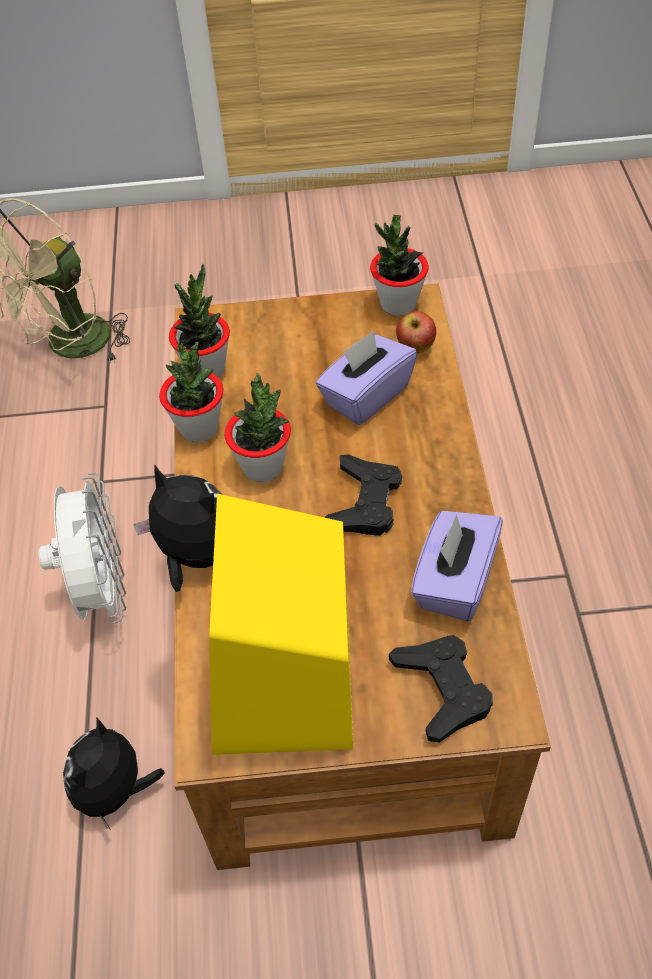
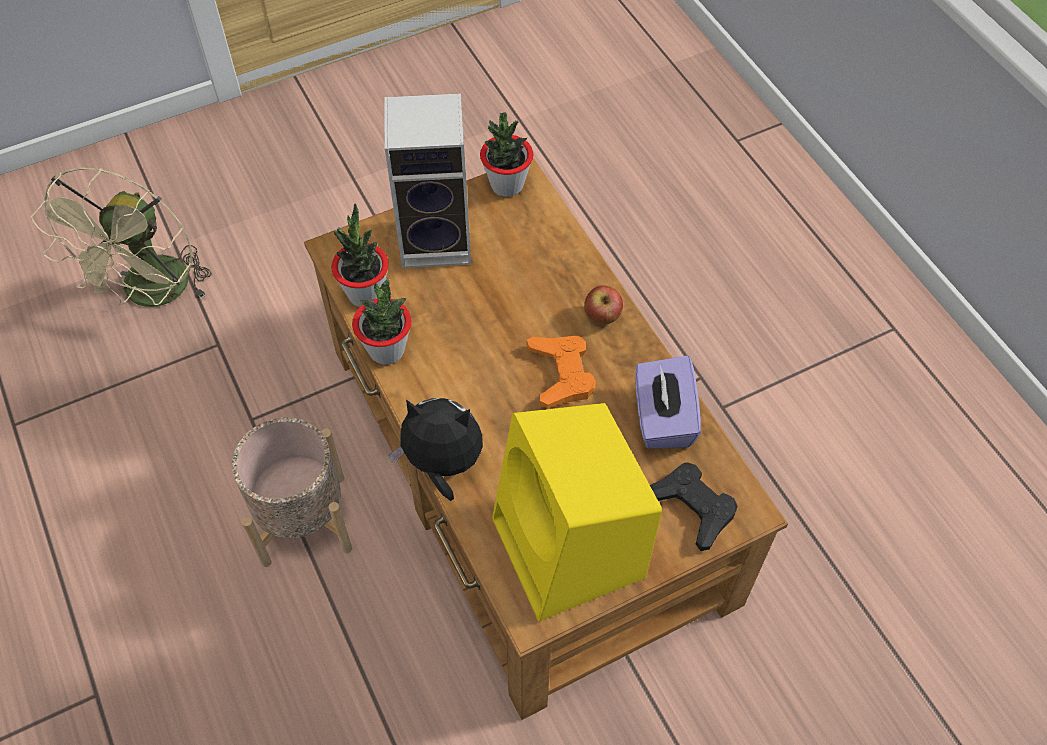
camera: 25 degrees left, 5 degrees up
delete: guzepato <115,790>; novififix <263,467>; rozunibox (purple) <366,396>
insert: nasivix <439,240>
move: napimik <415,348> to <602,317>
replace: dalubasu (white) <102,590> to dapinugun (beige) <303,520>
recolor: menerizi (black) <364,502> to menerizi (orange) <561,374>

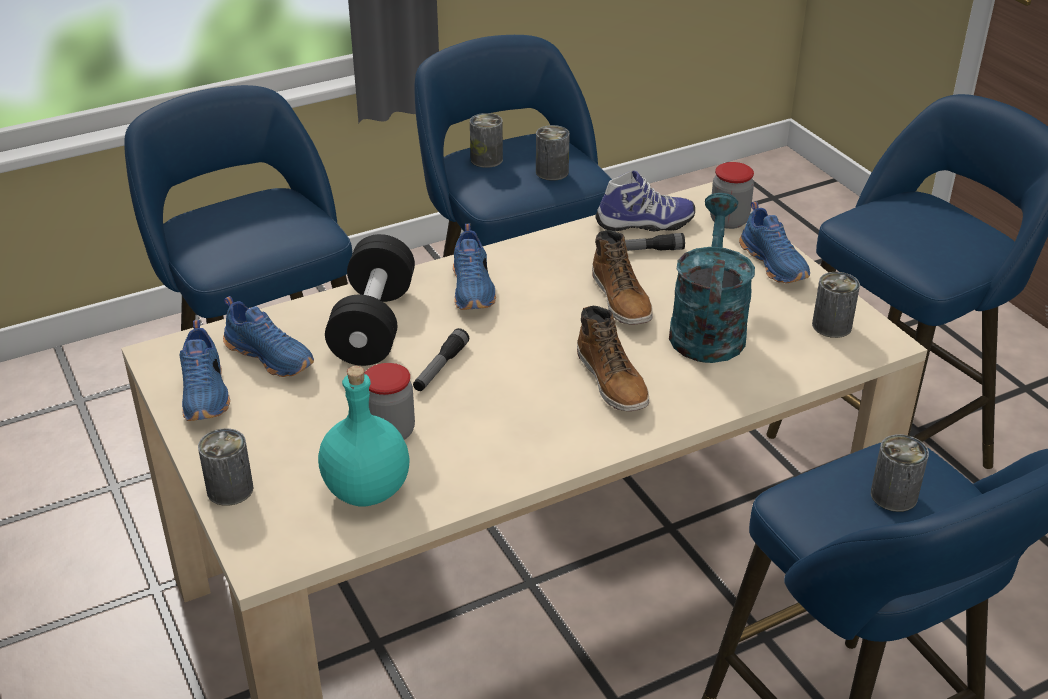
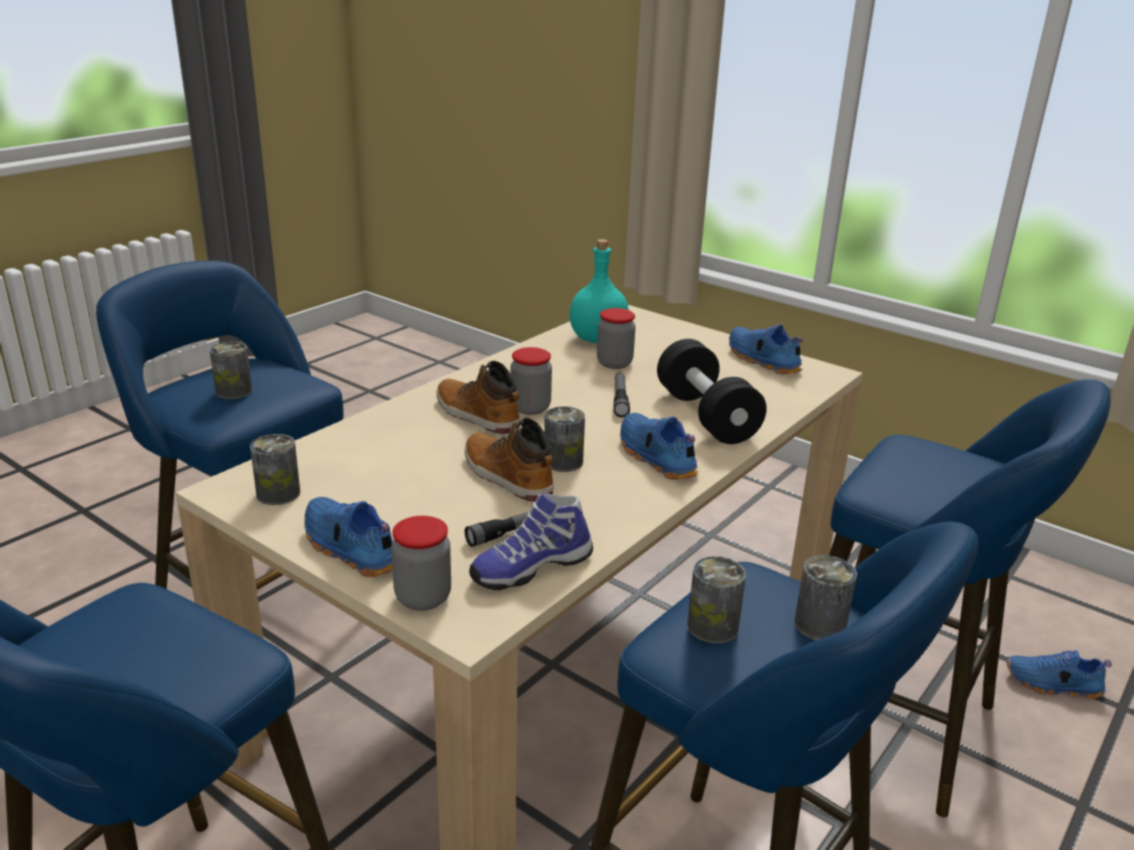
camera: 155 degrees right, 10 degrees down
delete: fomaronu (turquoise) <707,327>
insert: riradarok <530,408>
move: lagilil <230,489> to <563,462>; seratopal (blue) <271,356> to <1053,685>

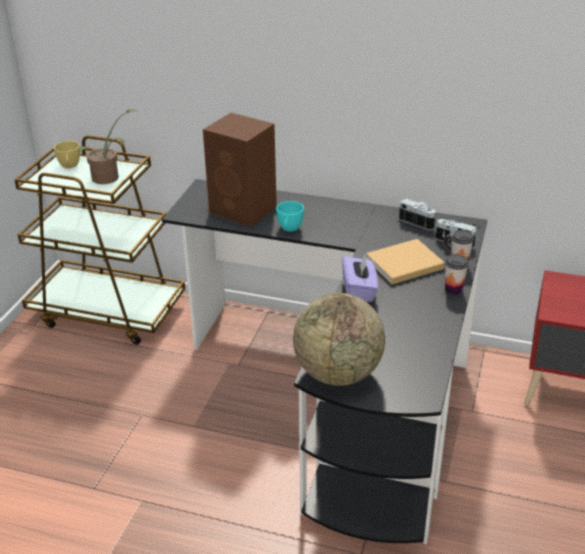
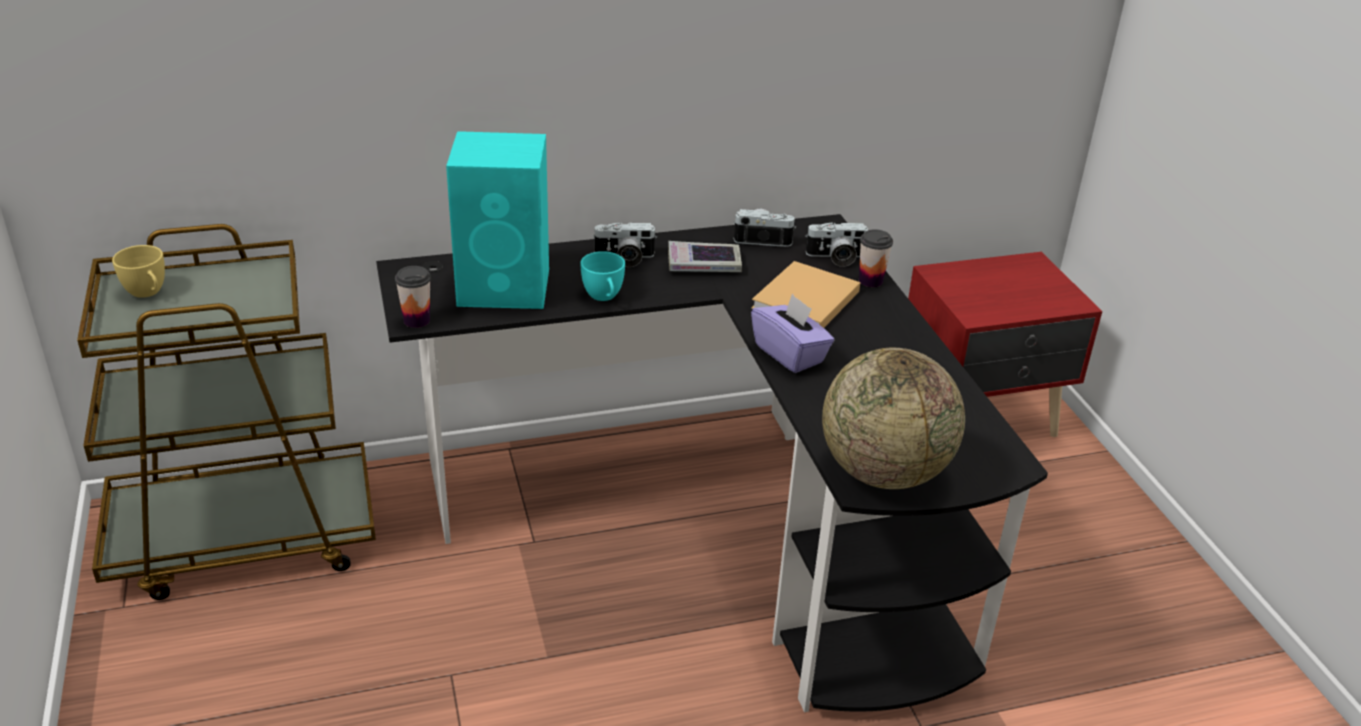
camera: 35 degrees left, 0 degrees up
delete: novififix <109,177>
insert: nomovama <624,258>; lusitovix <704,264>
move: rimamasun <453,290> to <416,320>
recolor: nasivix (brown) <244,210> to nasivix (turquoise) <506,287>

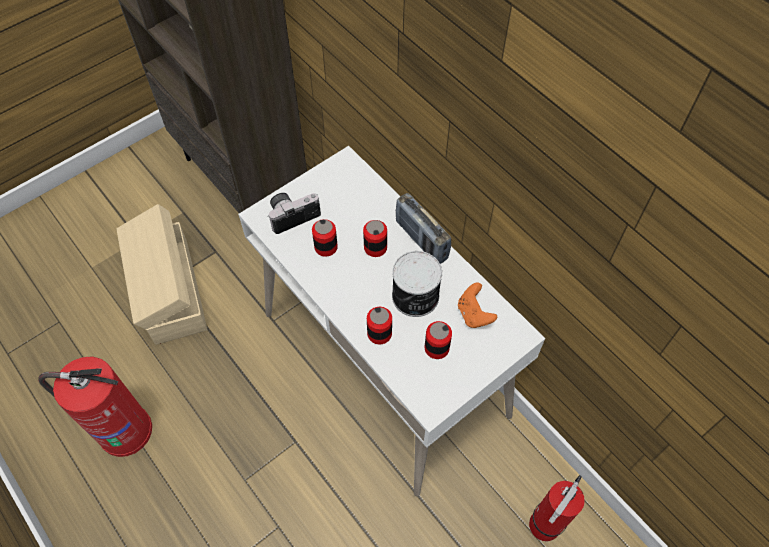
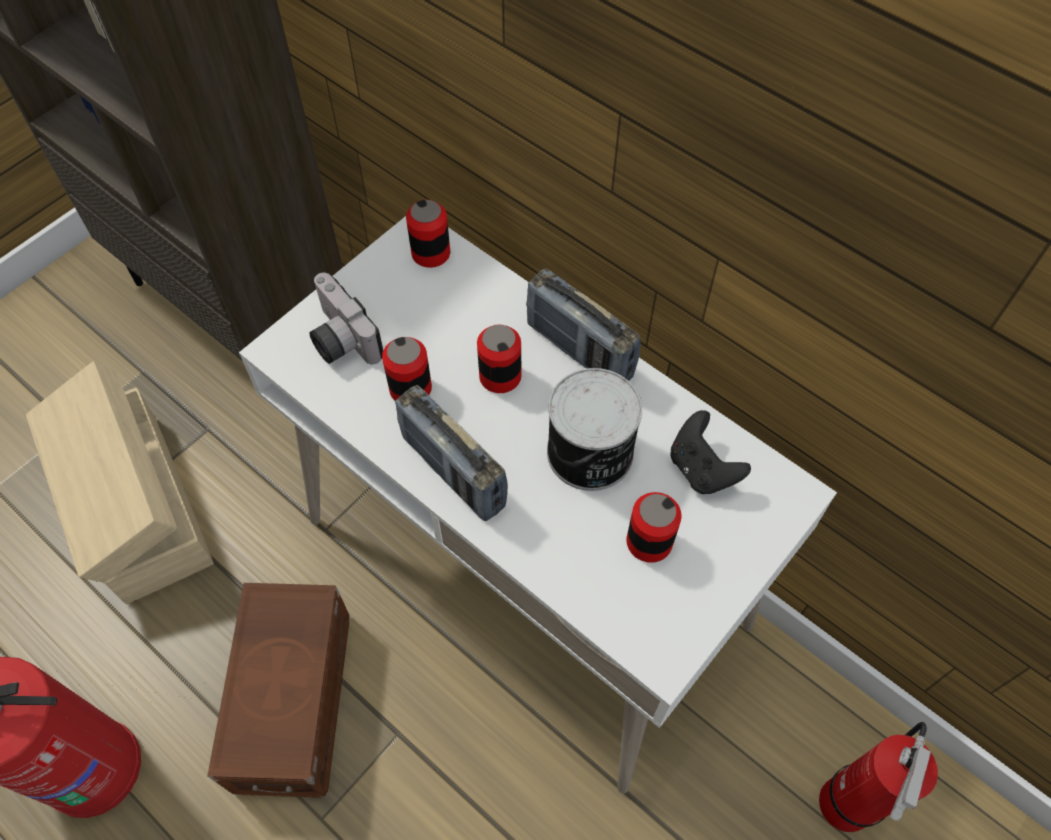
camera: 10 degrees left, 0 degrees up
insert: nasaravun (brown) <297,698>; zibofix <453,472>
move: lagilil <379,333> to <431,253>
recolor: menerizi (orange) <474,314> to menerizi (black) <701,468>
rotate: nomovama <292,214> = <339,339> 90 degrees counterclockwise

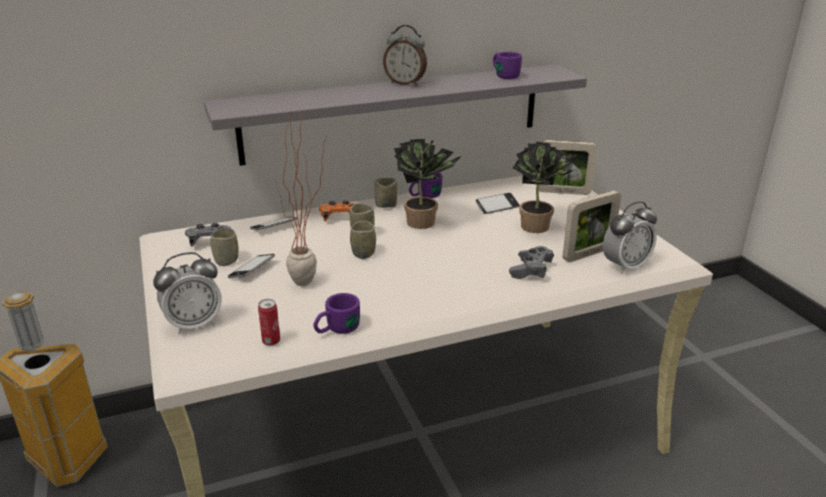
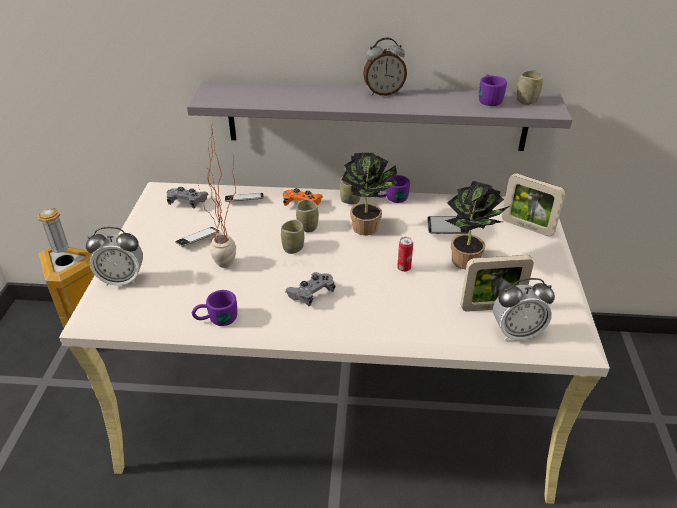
camera: 25 degrees right, 10 degrees up
move: rimamasun <226,260> to <526,100>; lagilil <271,341> to <404,268>; menerizi (grey) <531,270> to <311,294>
rotate: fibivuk <405,83> = <383,93> 60 degrees counterclockwise

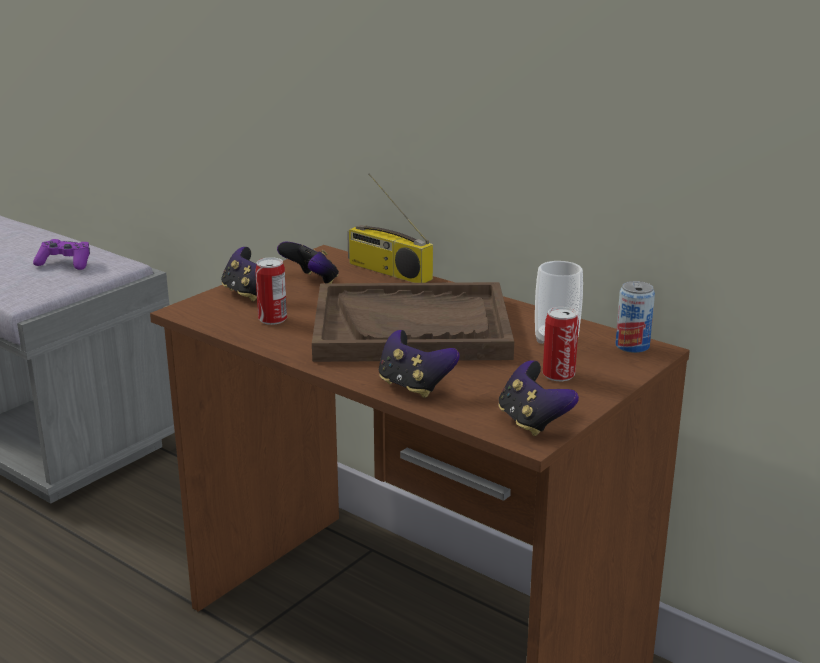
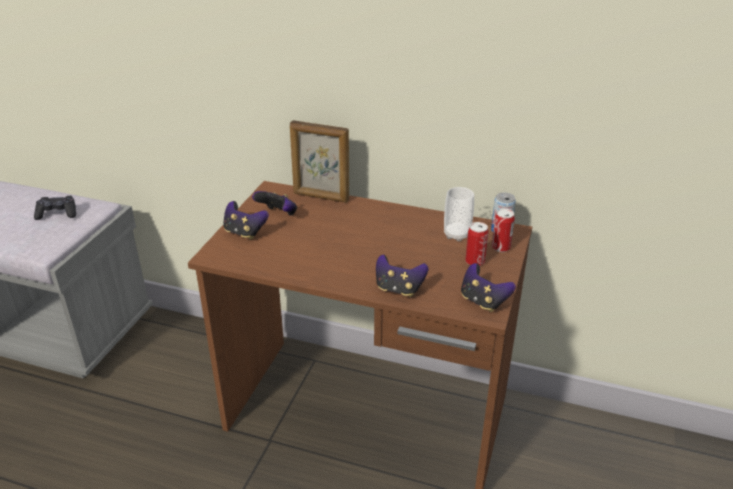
camera: 20 degrees left, 10 degrees up
delete: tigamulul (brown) <412,328>
move: lagilil <272,319> to <500,247>
replace: zibofix <387,271> to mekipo <321,197>
recolor: menerizi (purple) <65,263> to menerizi (black) <57,213>

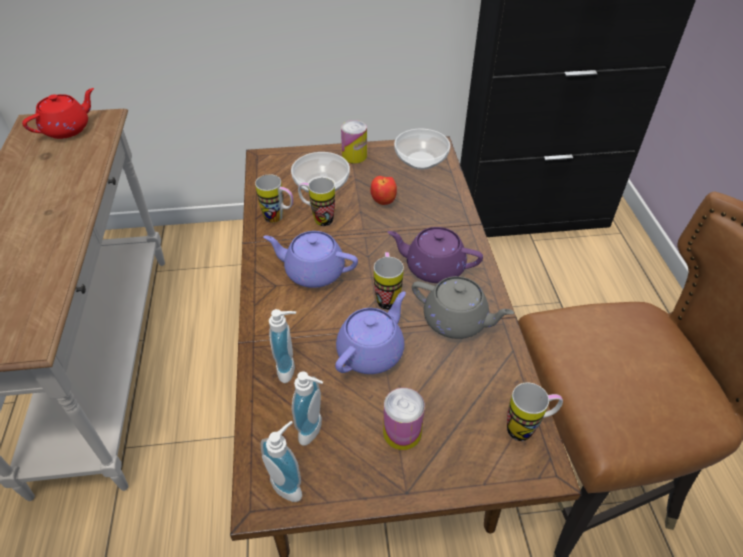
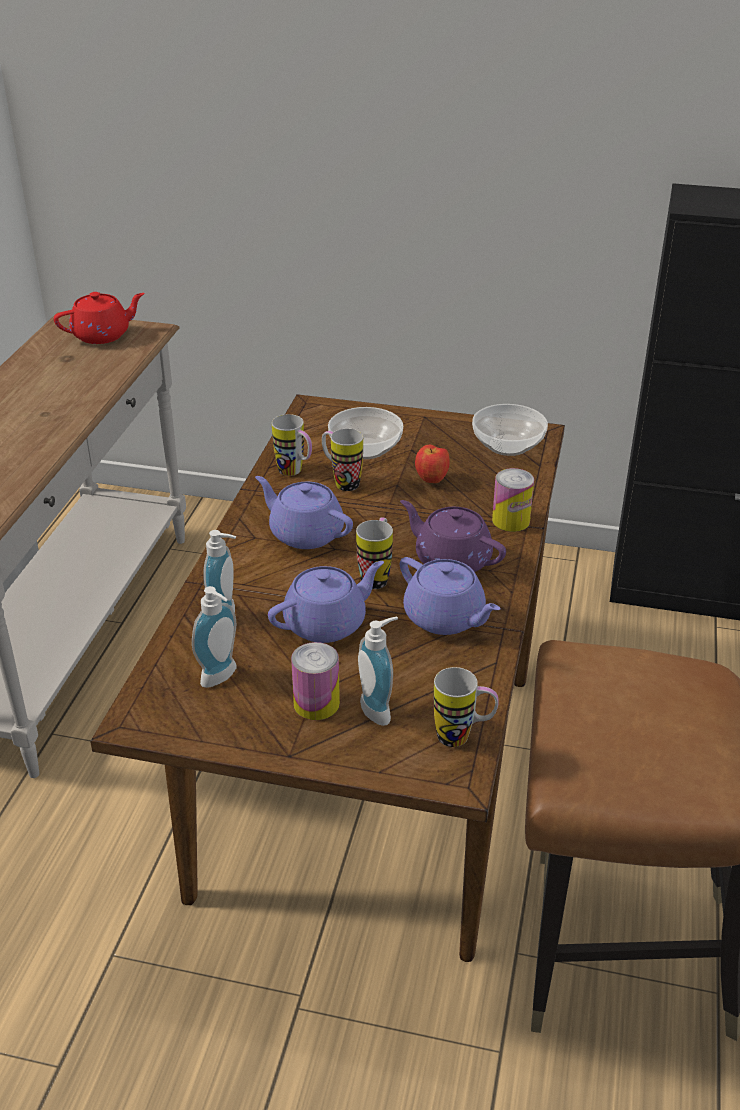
camera: 20 degrees right, 10 degrees down
move: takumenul <289,483> to <380,709>; lagilil <354,156> to <511,520>
recolor: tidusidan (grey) <456,321> to tidusidan (purple) <445,618>

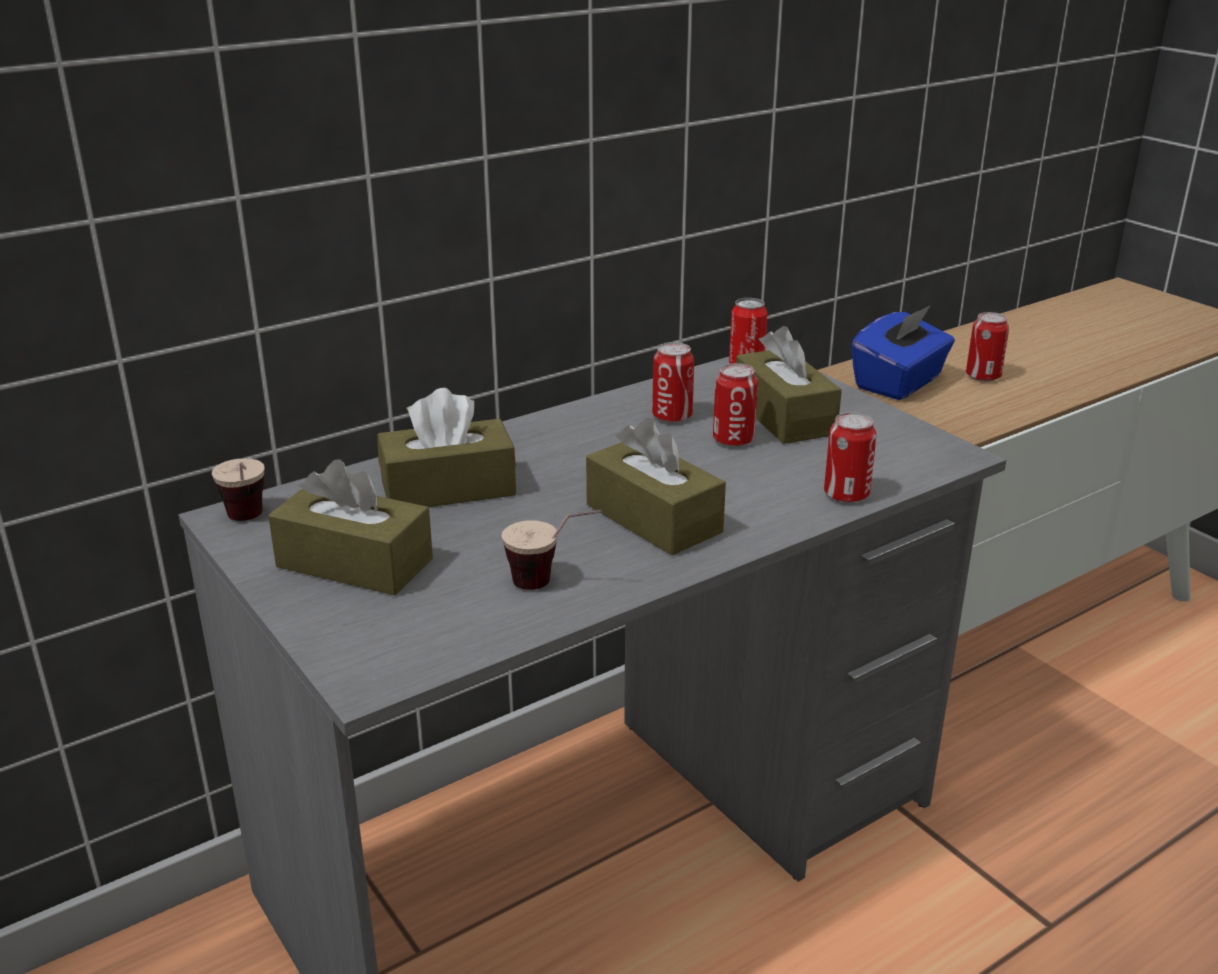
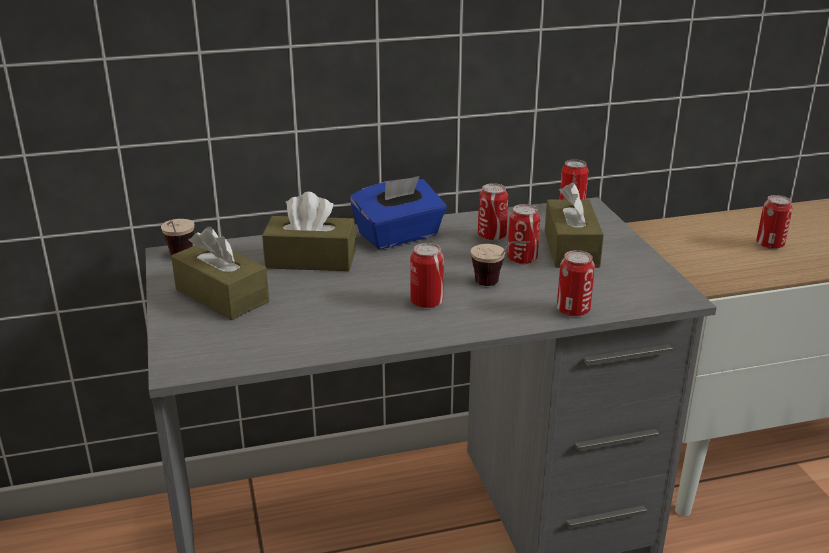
camera: 20 degrees right, 0 degrees up
move: rimamasun <553,584> to <498,285>; rozunibox (blue) <899,383> to <399,236>
replace: rozunibox (brown) <653,518> to lagilil <426,302>

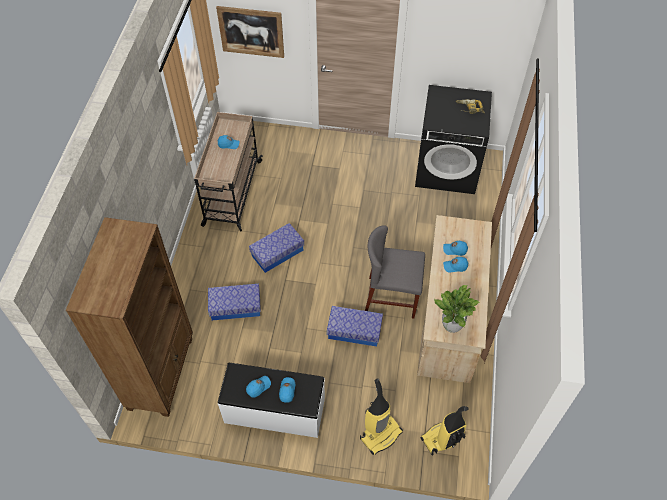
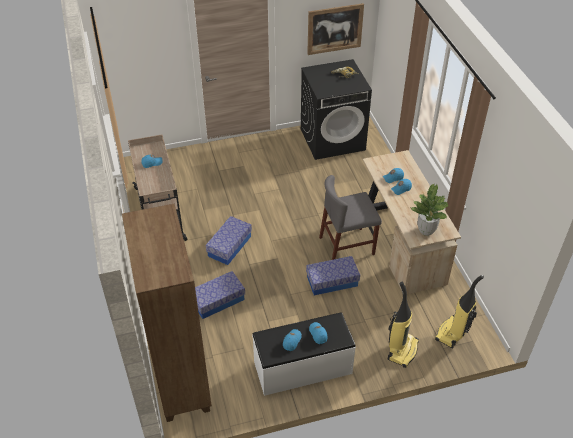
camera: 25 degrees left, 10 degrees down
move: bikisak <251,31> to <335,29>

